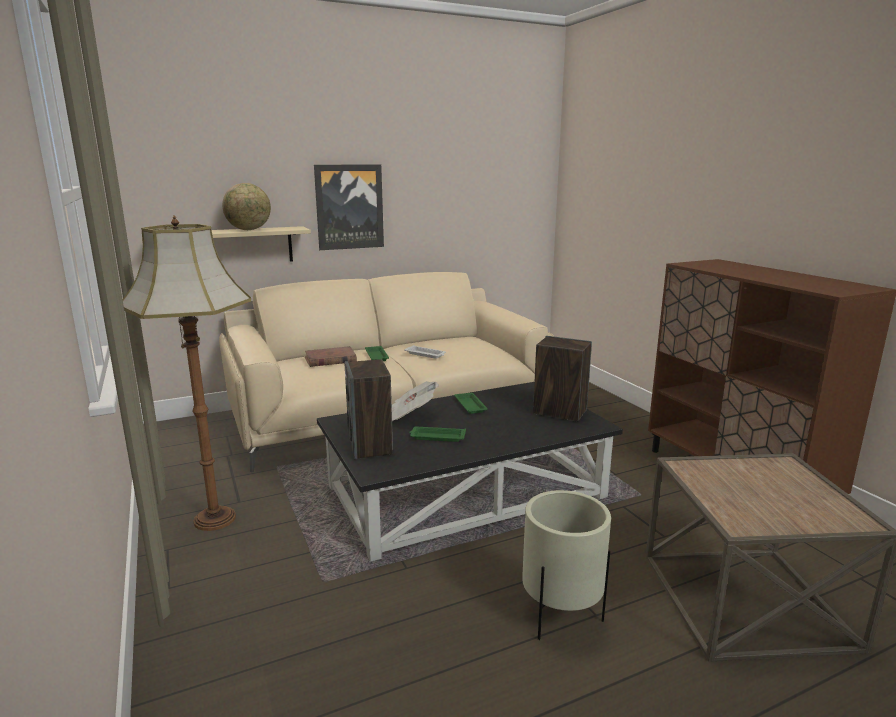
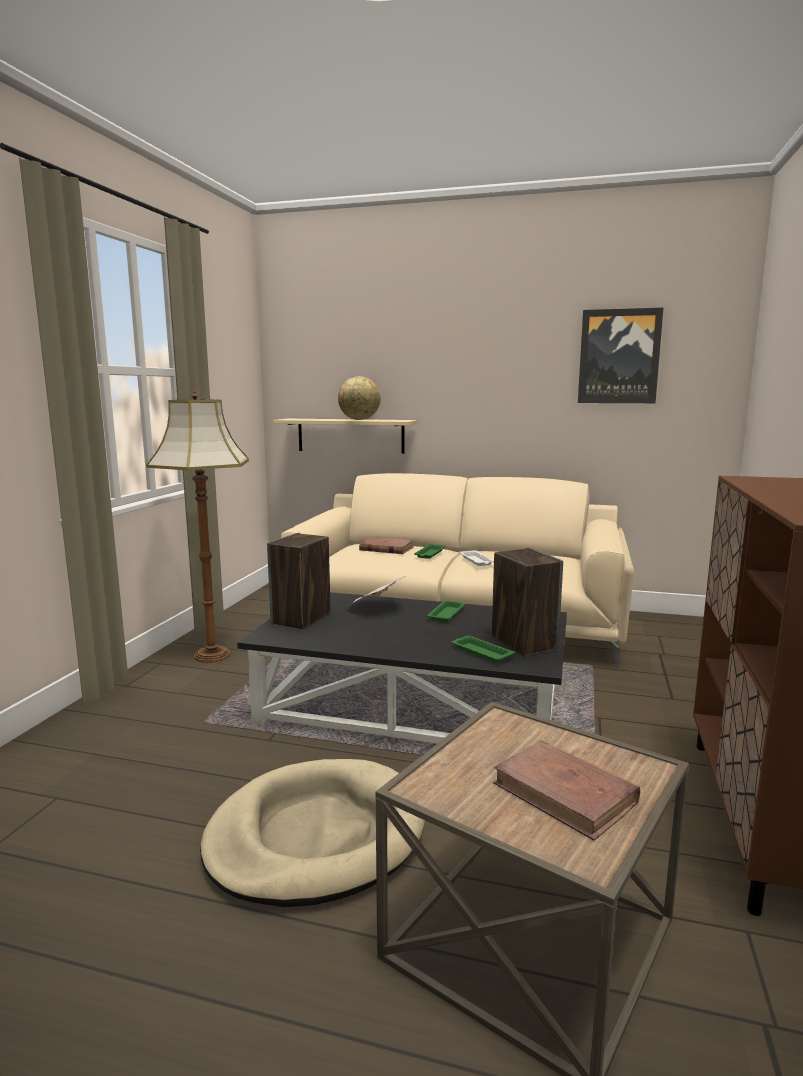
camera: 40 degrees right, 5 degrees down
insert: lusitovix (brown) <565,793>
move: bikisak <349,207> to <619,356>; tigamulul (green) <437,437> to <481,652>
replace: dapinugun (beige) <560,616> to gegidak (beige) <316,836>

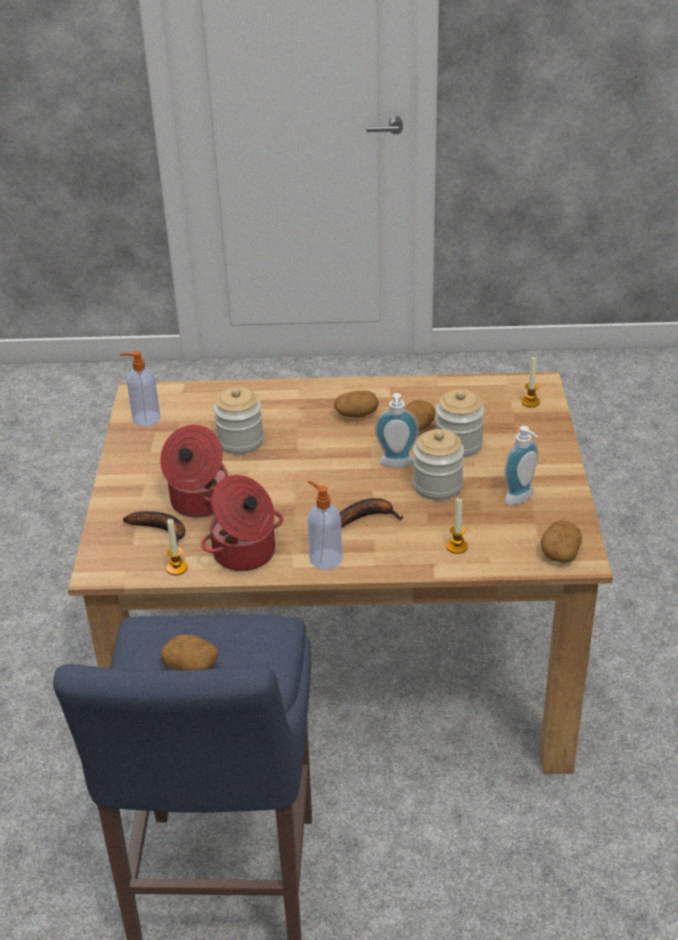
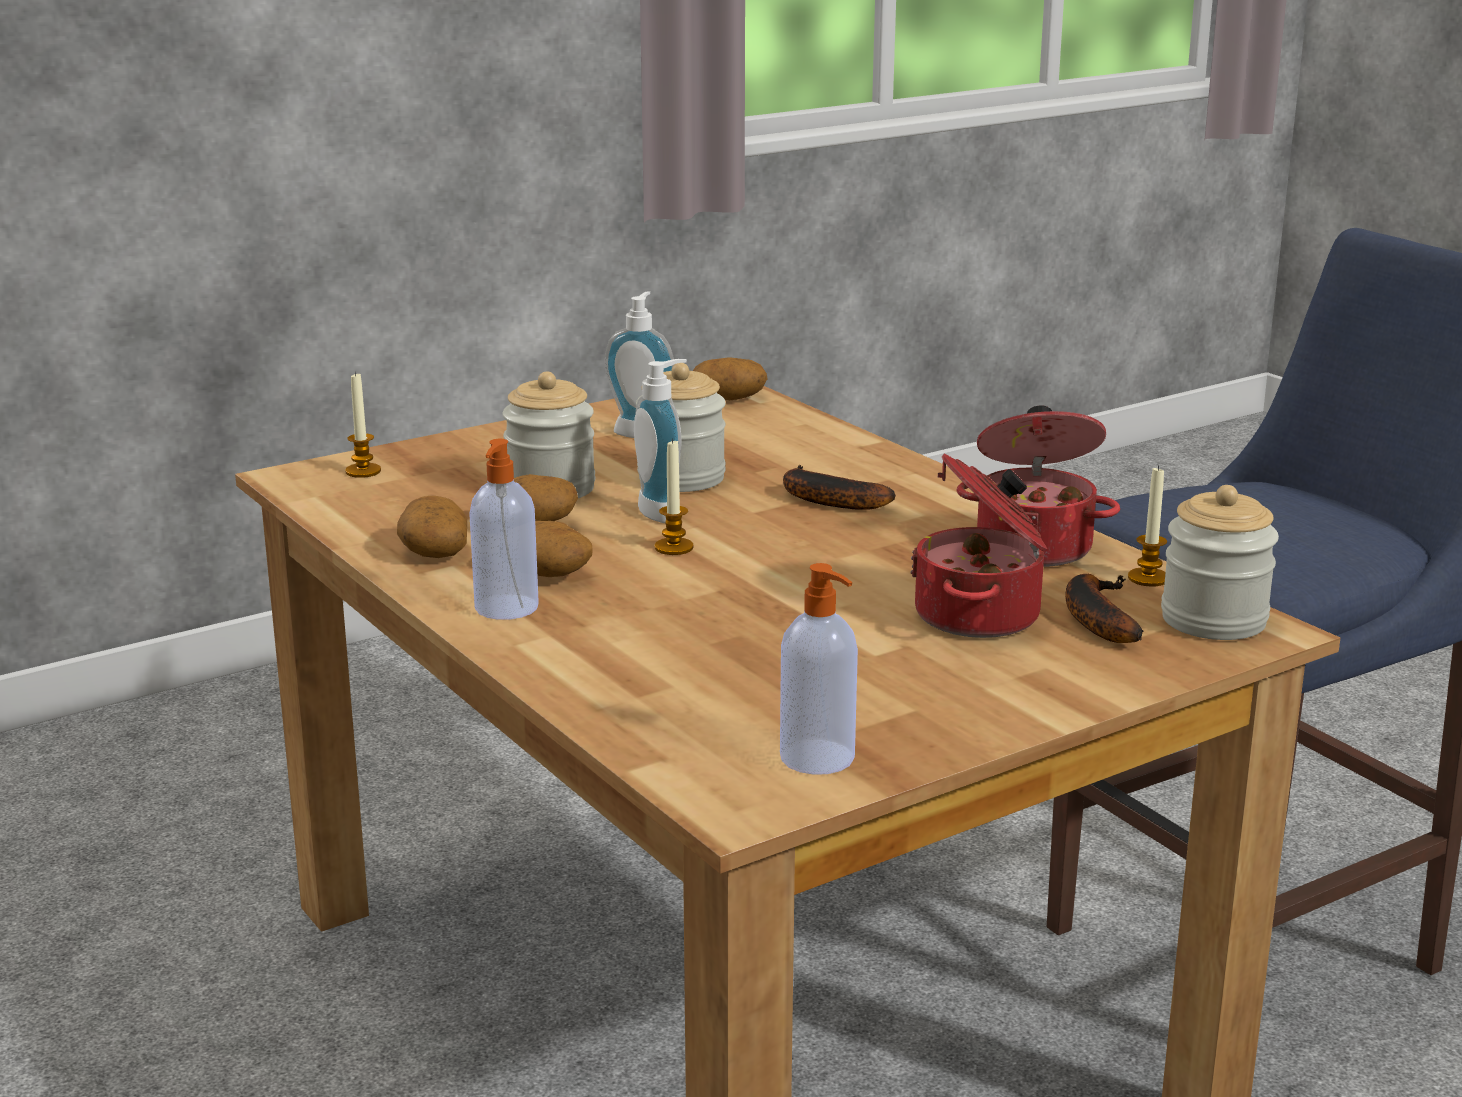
camera: 125 degrees left, 15 degrees down
move: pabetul <191,665> to <433,550>; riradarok <240,441> to <1213,620>; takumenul <325,558> to <506,608>; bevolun <457,547> to <674,547>

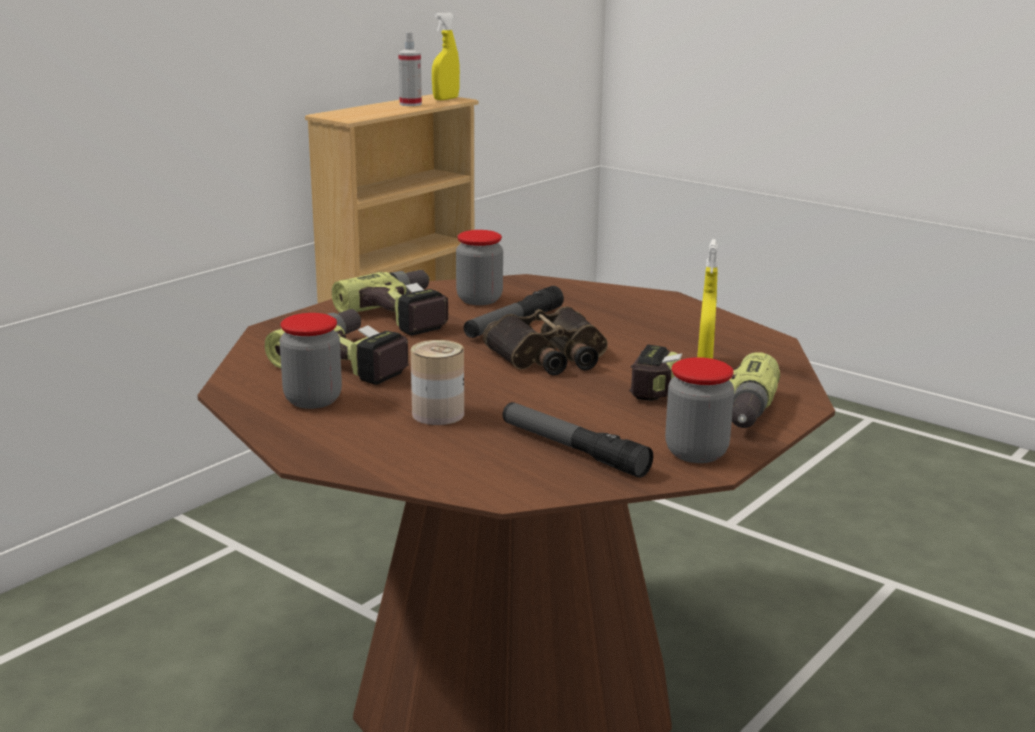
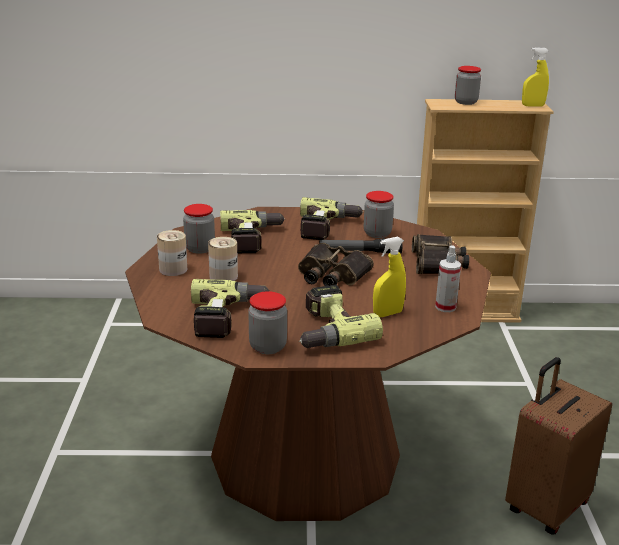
camera: 50 degrees right, 5 degrees up
insert: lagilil <173,269>; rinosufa <438,263>; riradarok <466,102>; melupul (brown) <545,506>
move: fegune <410,104> to <445,307>
replace: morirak <573,450> to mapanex <228,317>

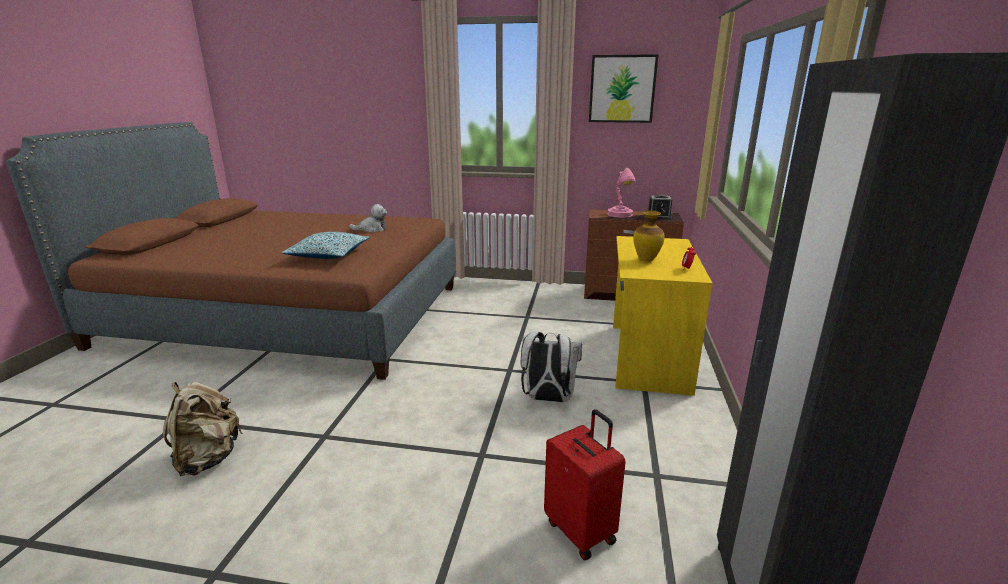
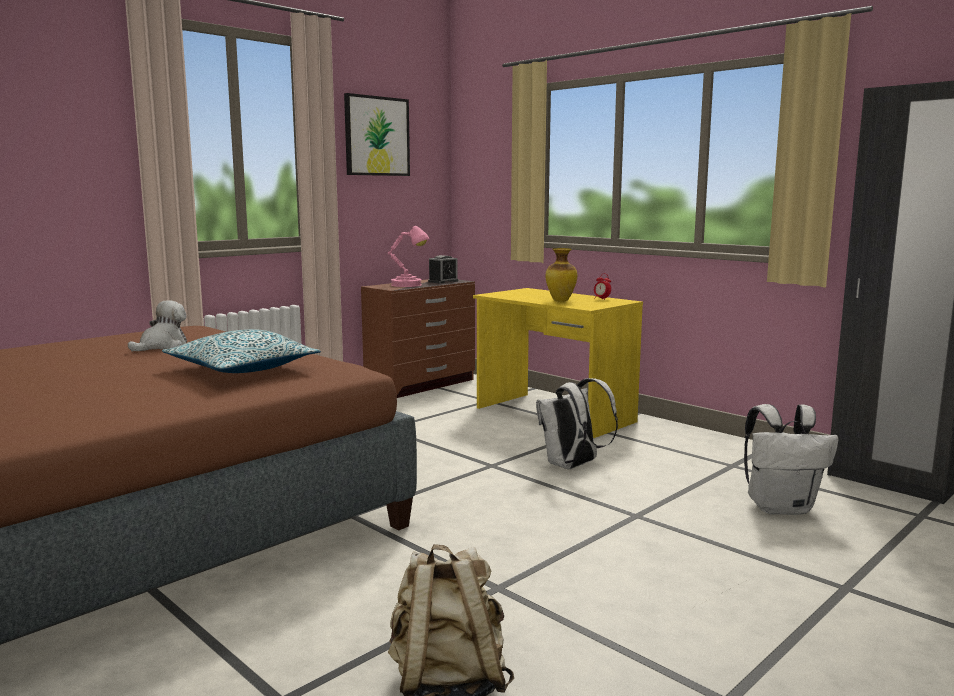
camera: 55 degrees left, 10 degrees down
replace: melupul (red) <581,531> to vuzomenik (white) <781,507>

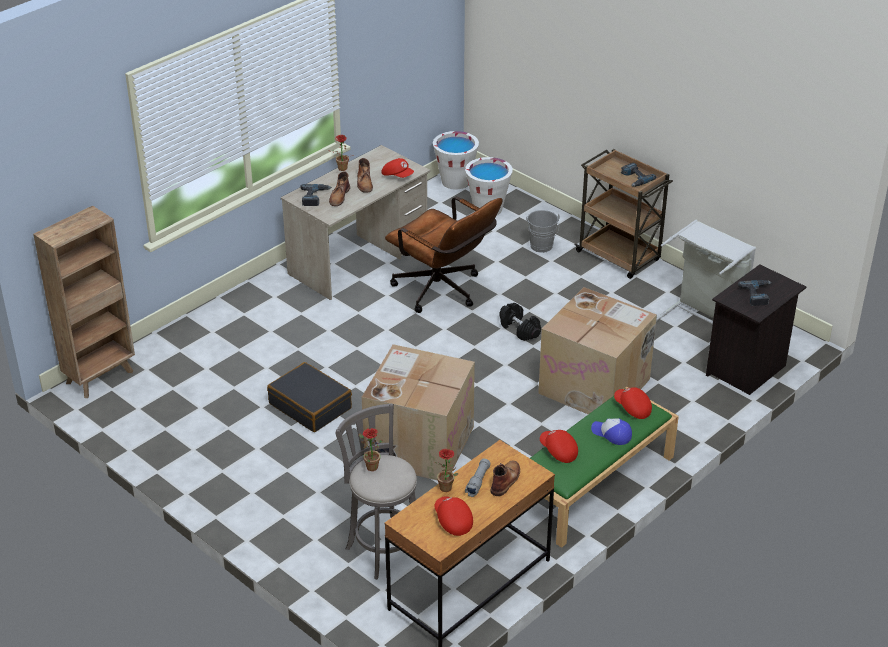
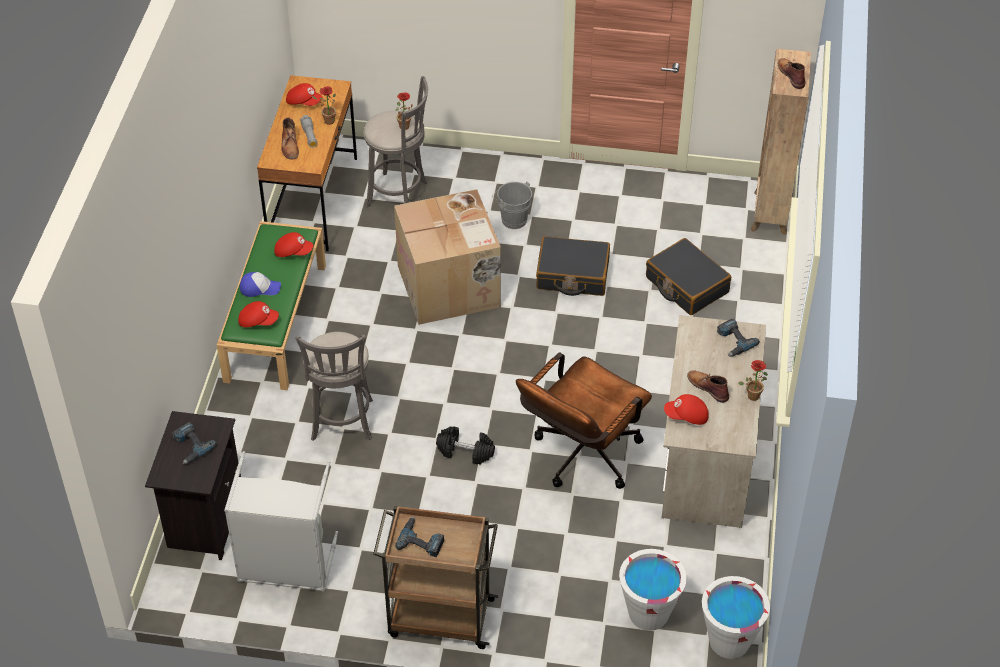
camera: 145 degrees right, 10 degrees up
insert: melupul (black) <686,285>
move: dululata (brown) <339,196> to <791,75>; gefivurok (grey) <542,247> to <512,219>
replace: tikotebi <596,386> to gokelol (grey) <342,423>
rotate: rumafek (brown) <443,292> = <581,458> 60 degrees counterclockwise

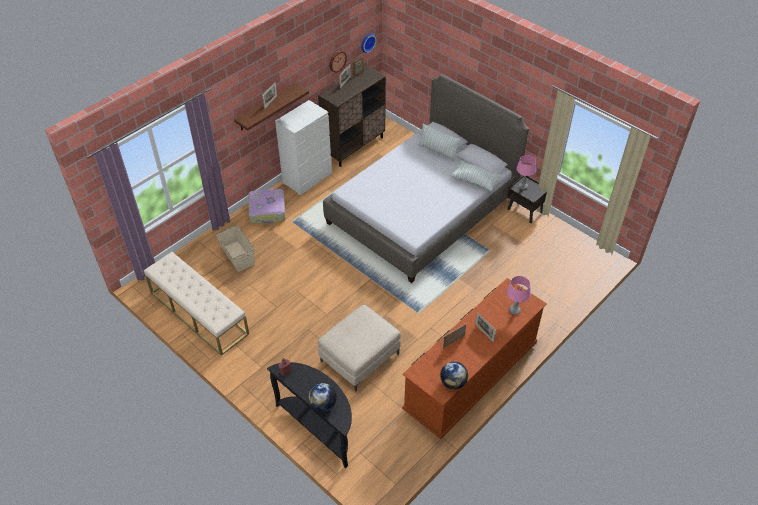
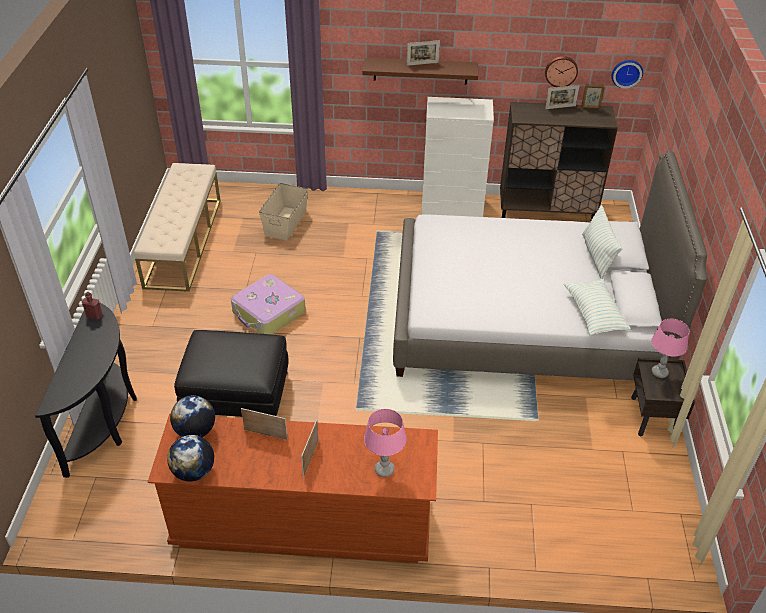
camera: 50 degrees right, 5 degrees down
move: melupul <267,211> to <268,313>; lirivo <323,404> to <195,431>
recolor: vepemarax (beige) <360,357> to vepemarax (black) <236,396>

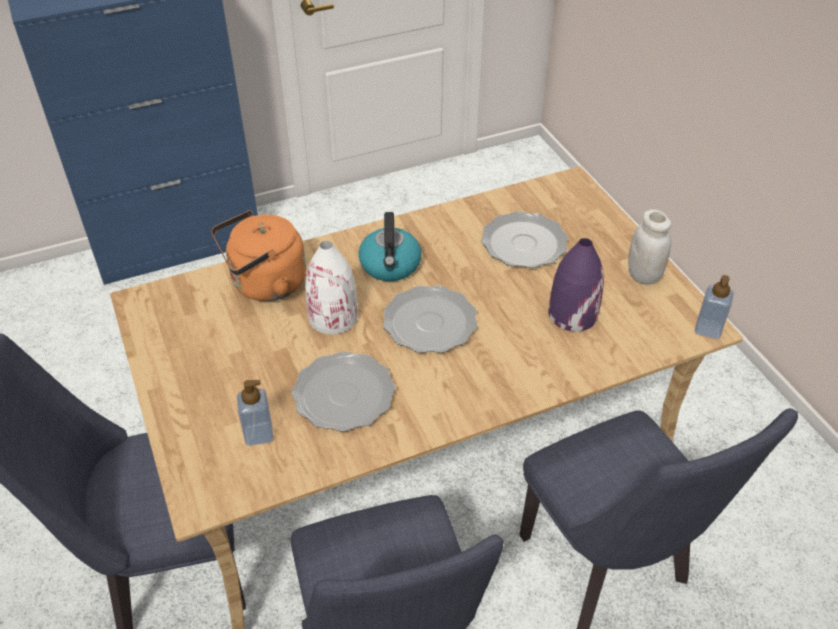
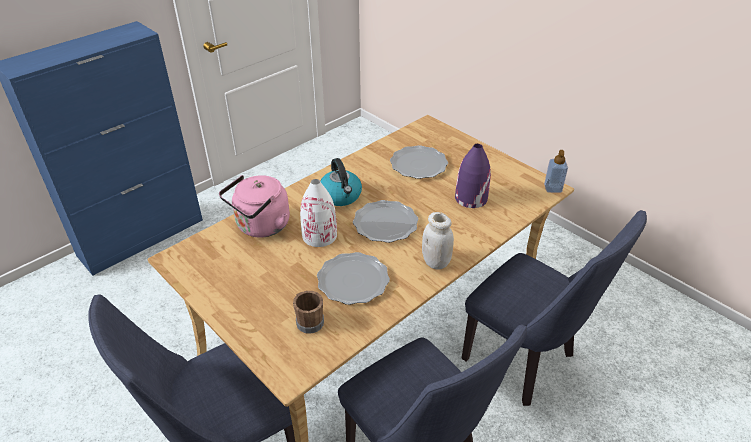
camera: 20 degrees left, 5 degrees down
move: riradarok (white) <643,275> to <436,262>
replace: takumenul <258,434> to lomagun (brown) <308,320>
recolor: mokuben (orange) <265,284> to mokuben (pink) <261,227>

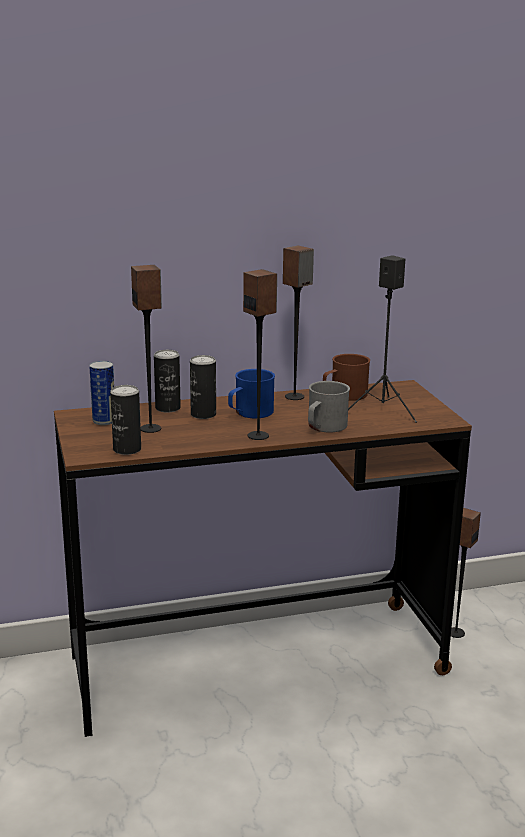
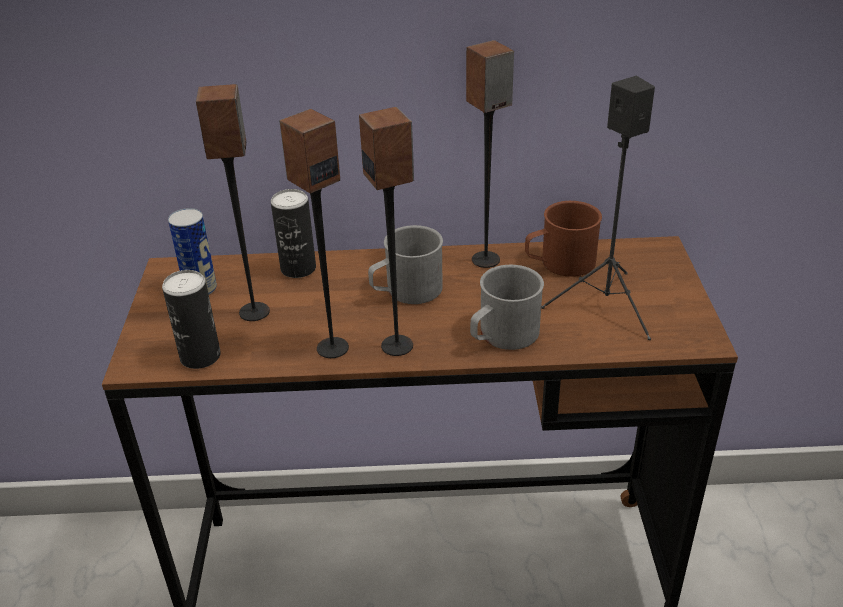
camera: 15 degrees right, 15 degrees up
delete: lagilil <203,414>
move: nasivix <455,632> to <332,347>
recolor: lomagun (blue) <249,413> to lomagun (grey) <406,291>

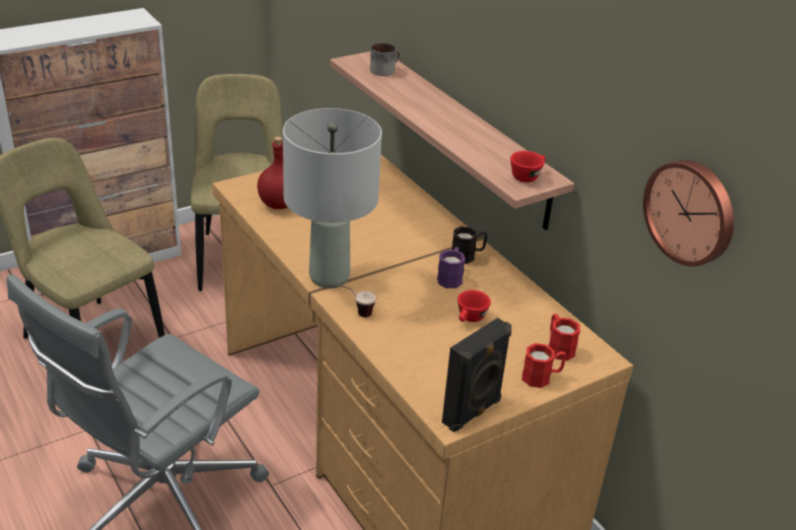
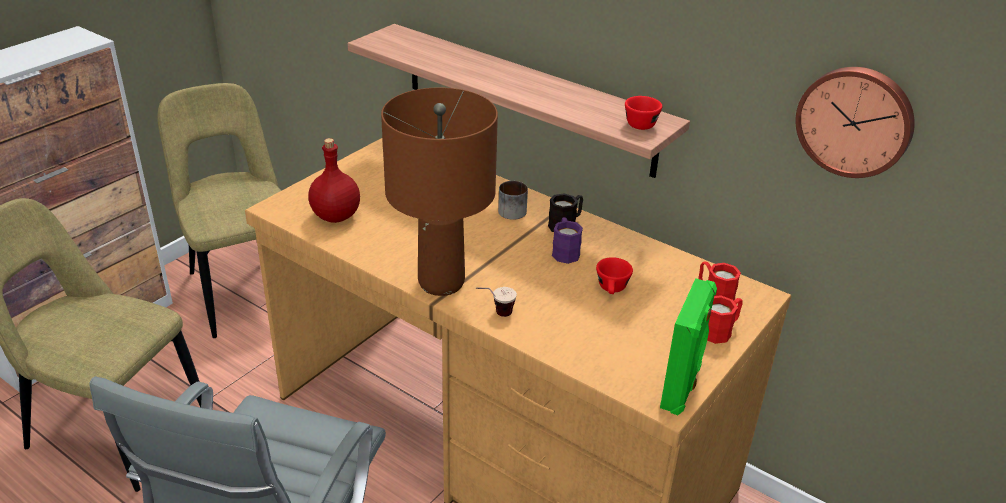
camera: 20 degrees left, 0 degrees up
move: lomagun <384,69> to <513,209>
recolor: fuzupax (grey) <328,277> to fuzupax (brown) <441,283>; nasivix (black) <473,412> to nasivix (green) <682,388>

